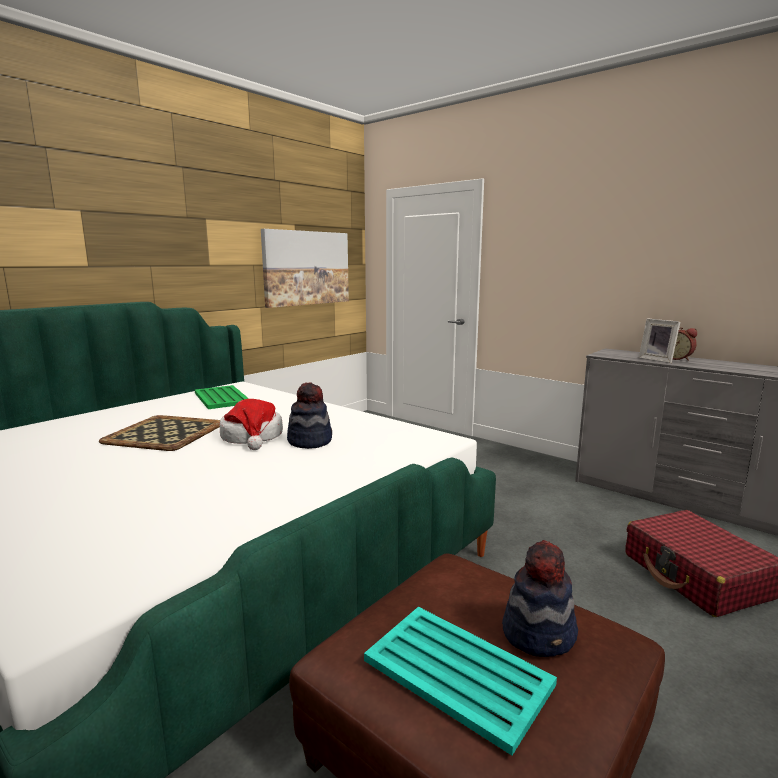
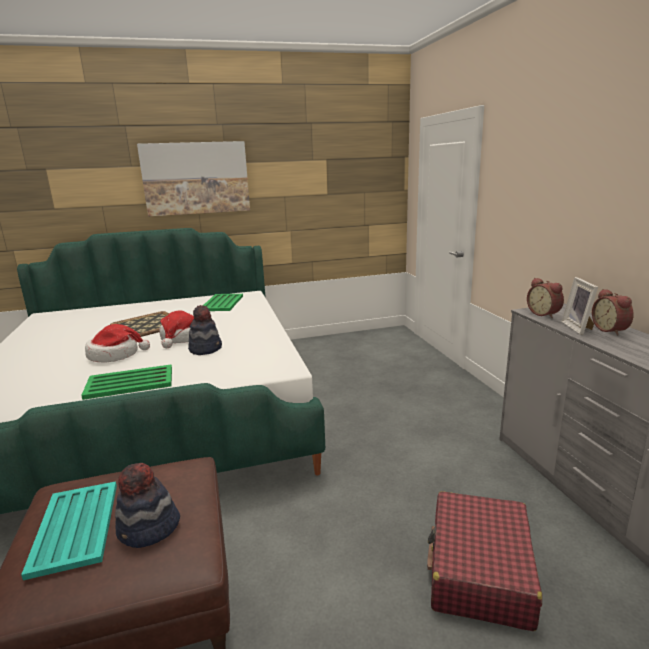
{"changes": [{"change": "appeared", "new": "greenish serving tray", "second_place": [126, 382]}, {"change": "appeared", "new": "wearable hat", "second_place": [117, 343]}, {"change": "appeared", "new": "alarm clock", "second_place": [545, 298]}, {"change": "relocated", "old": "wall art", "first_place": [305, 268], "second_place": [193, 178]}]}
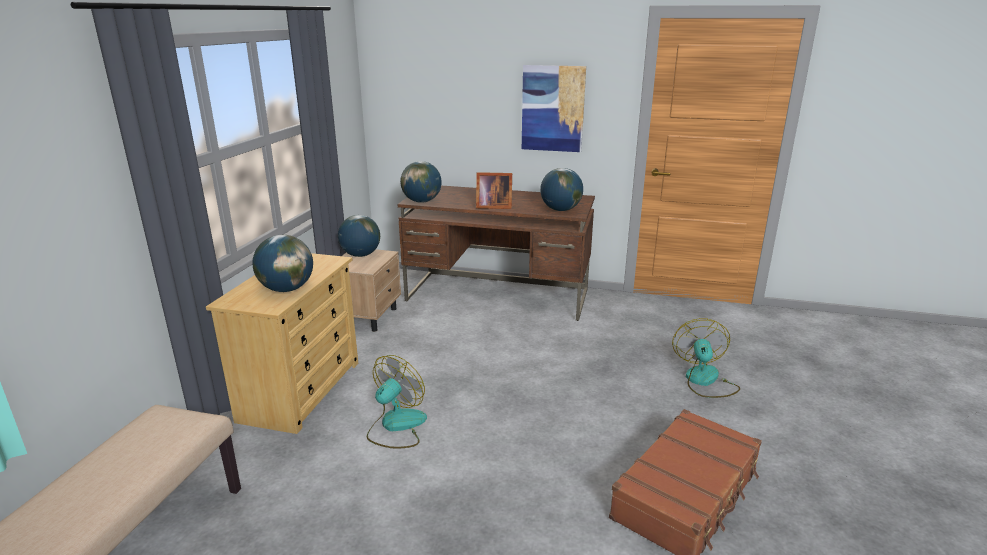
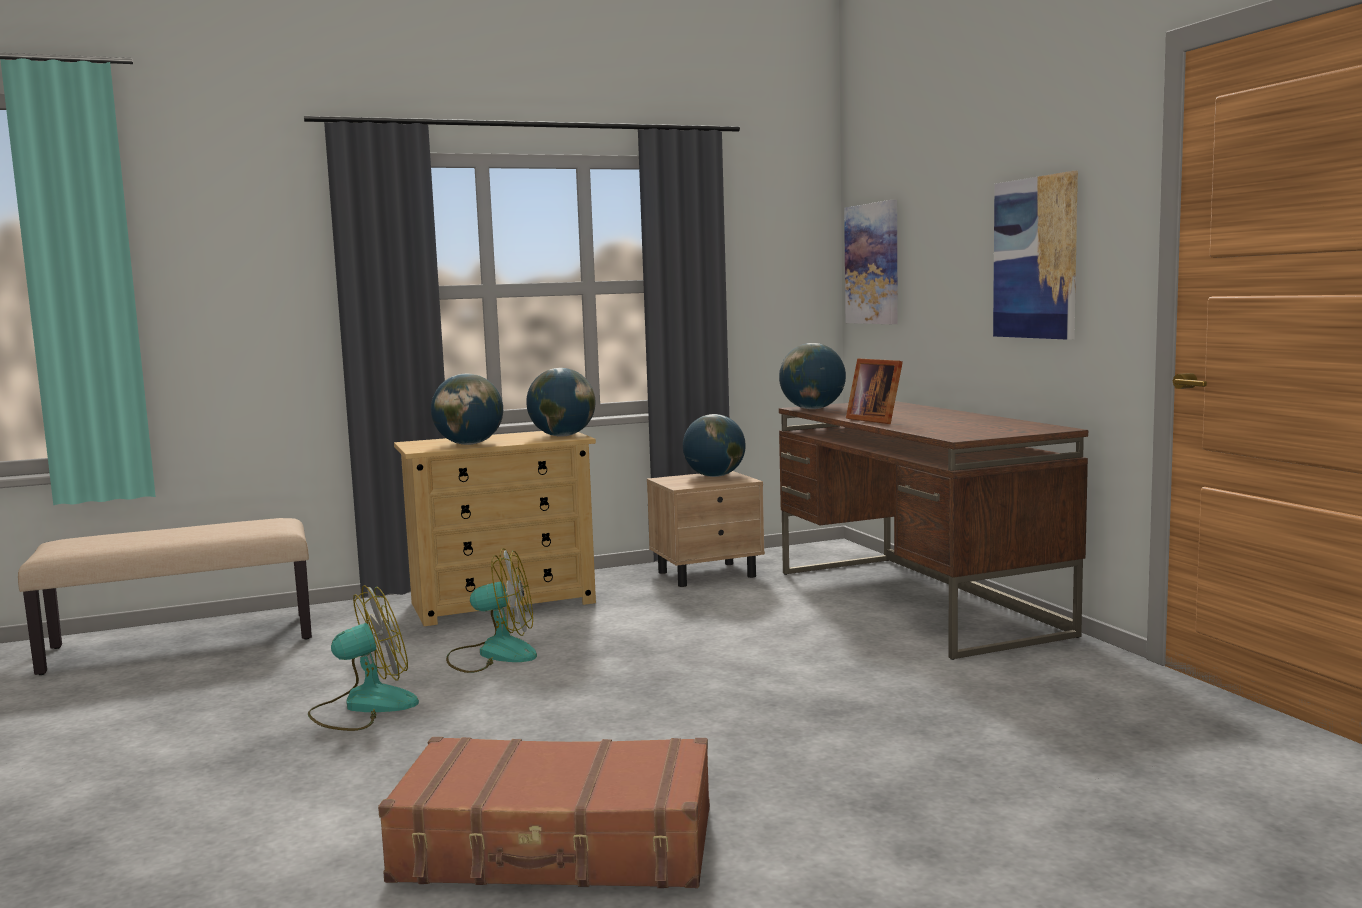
{"changes": [{"change": "appeared", "new": "wall art", "second_place": [871, 262]}, {"change": "relocated", "old": "globe", "first_place": [561, 189], "second_place": [560, 402]}, {"change": "relocated", "old": "fan", "first_place": [706, 358], "second_place": [363, 658]}]}
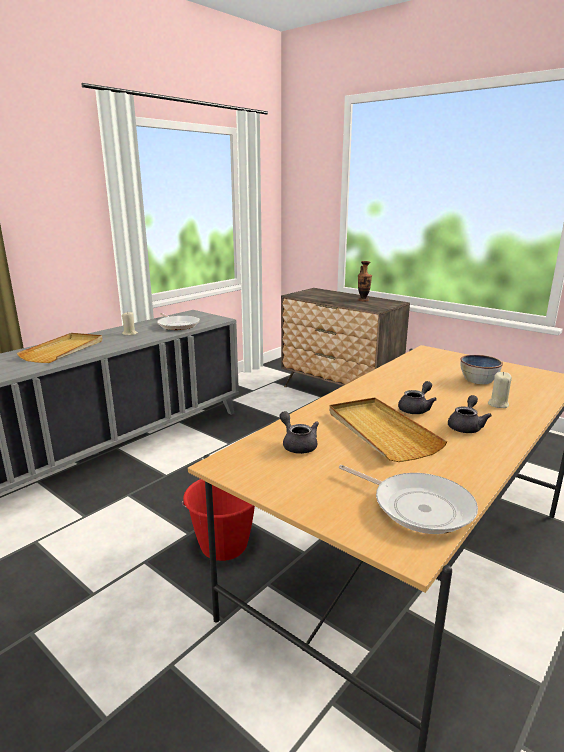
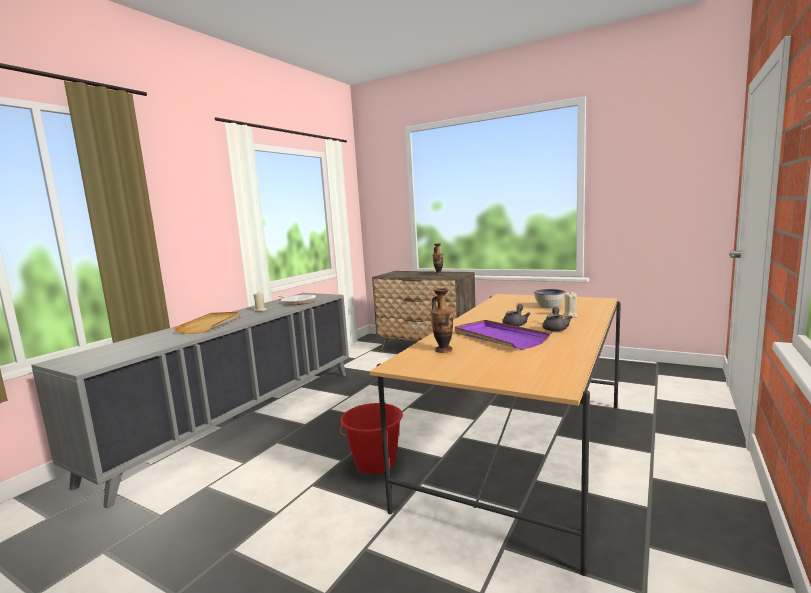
{"changes": [{"change": "missing", "old": "skillet", "first_place": [408, 499]}, {"change": "exchanged", "old": "grey teapot", "new": "decorative vase", "first_place": [299, 432], "second_place": [442, 320]}, {"change": "colour", "old": "beige serving tray", "new": "purplish serving tray", "first_place": [388, 429], "second_place": [502, 335]}]}
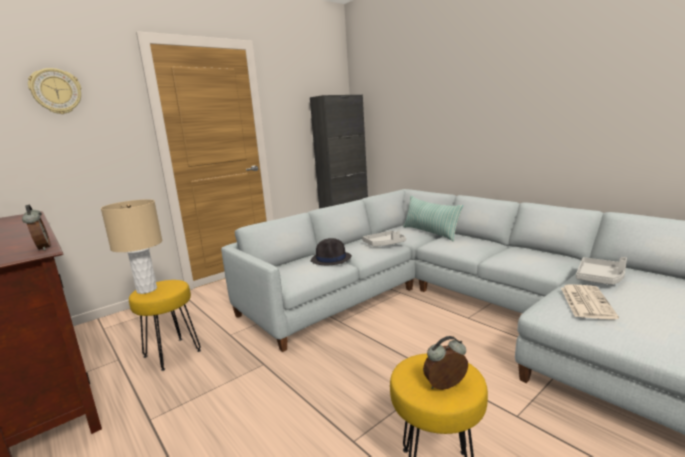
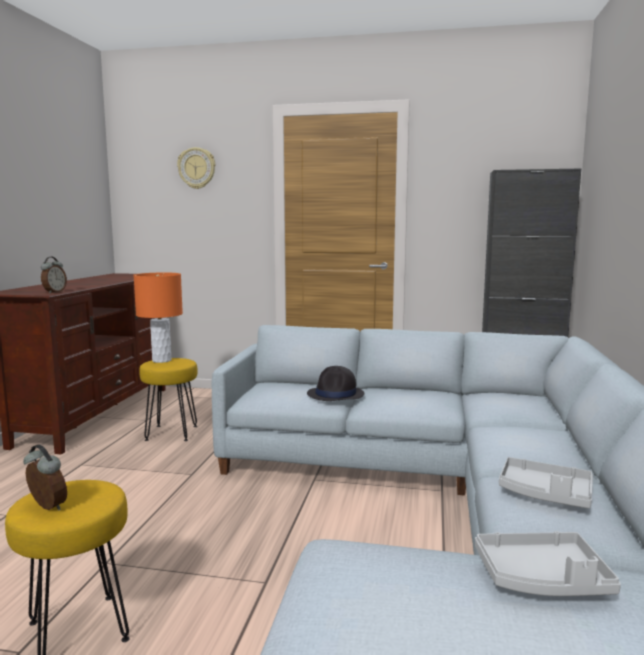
{"changes": [{"change": "missing", "old": "cushion", "first_place": [433, 218]}, {"change": "missing", "old": "newspaper", "first_place": [590, 302]}, {"change": "relocated", "old": "grey serving tray", "first_place": [384, 238], "second_place": [546, 483]}, {"change": "colour", "old": "beige tabletop lamp", "new": "orange-coloured tabletop lamp", "first_place": [132, 246], "second_place": [158, 318]}]}
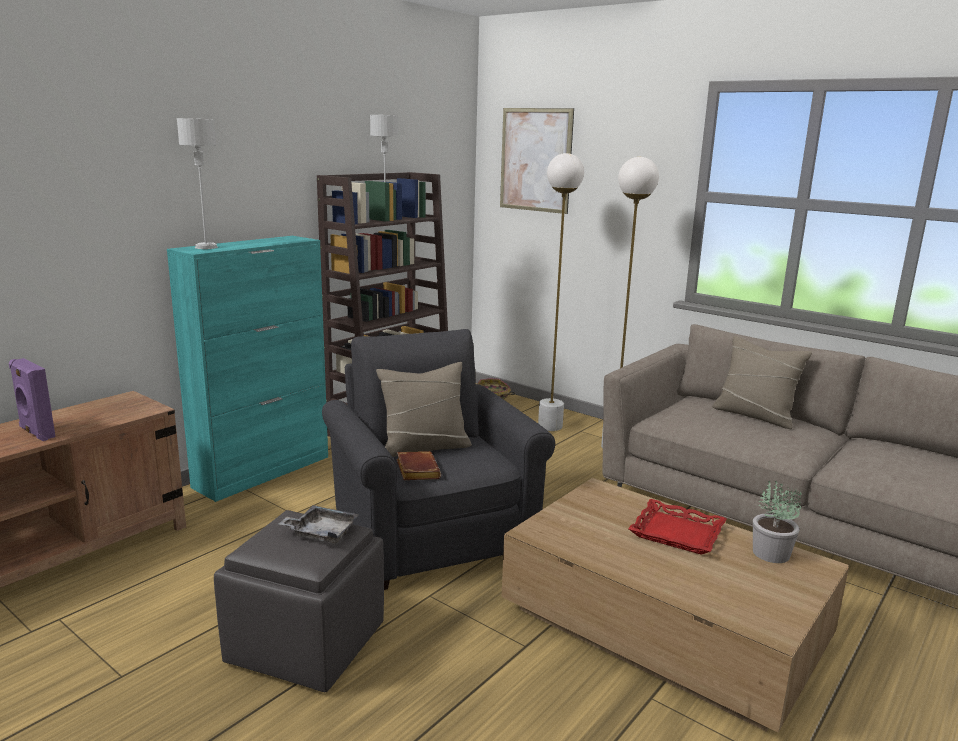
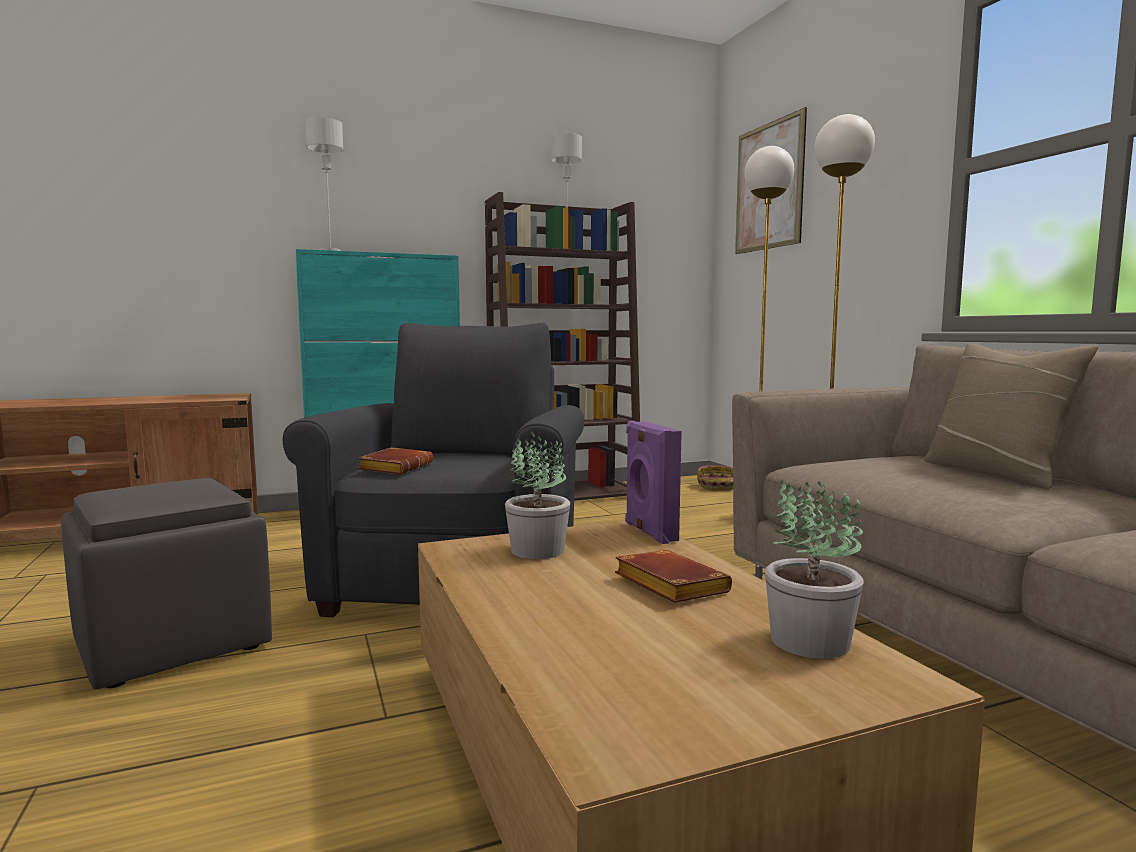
{"changes": [{"change": "missing", "old": "grey serving tray", "first_place": [318, 524]}, {"change": "missing", "old": "beige cushion", "first_place": [424, 409]}, {"change": "appeared", "new": "plant in a pot", "second_place": [537, 495]}, {"change": "relocated", "old": "purplish audio speaker", "first_place": [32, 399], "second_place": [653, 482]}, {"change": "exchanged", "old": "red-coloured serving tray", "new": "brown volume", "first_place": [677, 527], "second_place": [673, 576]}]}
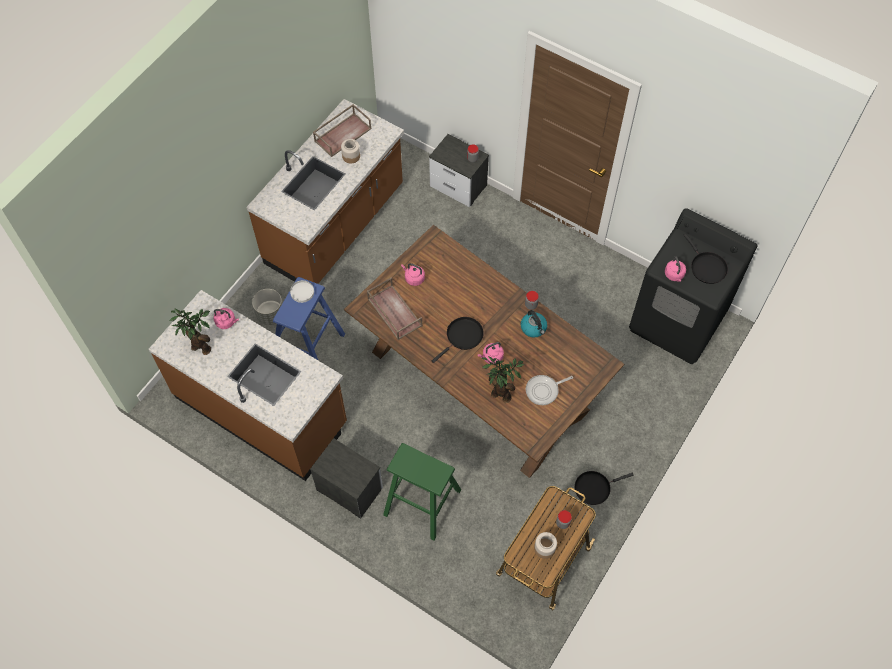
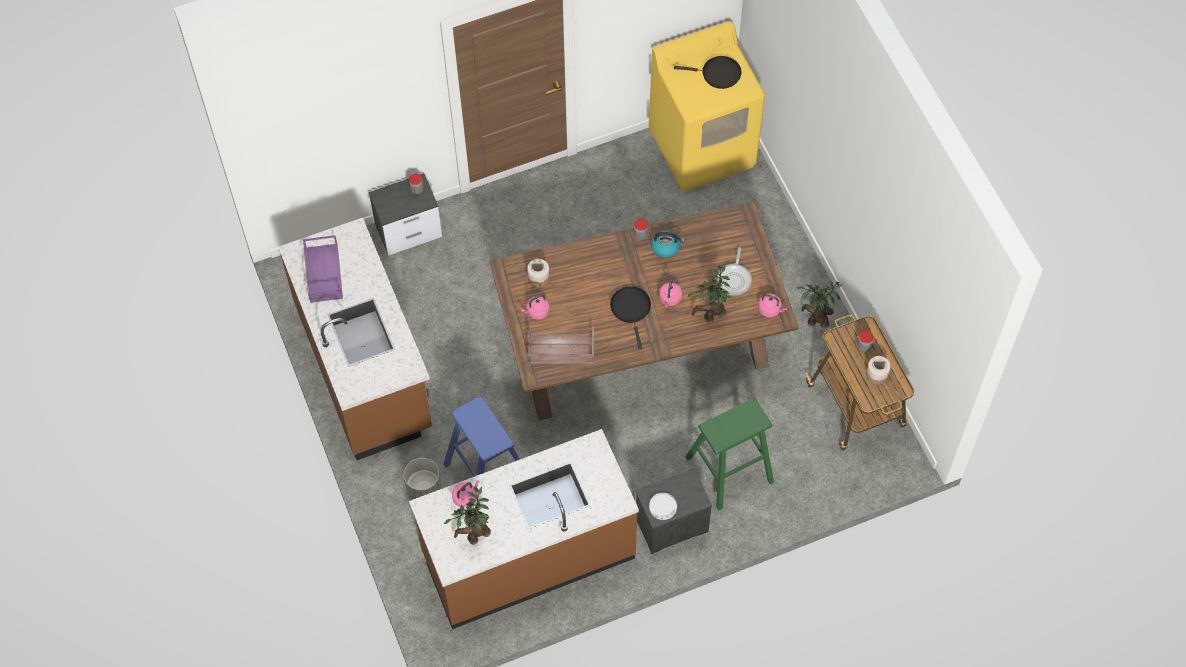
{"changes": [{"change": "relocated", "old": "white flat dish", "first_place": [302, 291], "second_place": [663, 506]}, {"change": "relocated", "old": "storage jar", "first_place": [350, 151], "second_place": [538, 273]}, {"change": "relocated", "old": "pinkish kettle", "first_place": [675, 269], "second_place": [772, 305]}, {"change": "exchanged", "old": "black-coloured skillet", "new": "plant in a pot", "first_place": [604, 488], "second_place": [819, 305]}, {"change": "colour", "old": "brown serving tray", "new": "purplish serving tray", "first_place": [342, 130], "second_place": [323, 269]}, {"change": "colour", "old": "black-coloured laundry machine", "new": "yellowish laundry machine", "first_place": [693, 286], "second_place": [707, 106]}]}
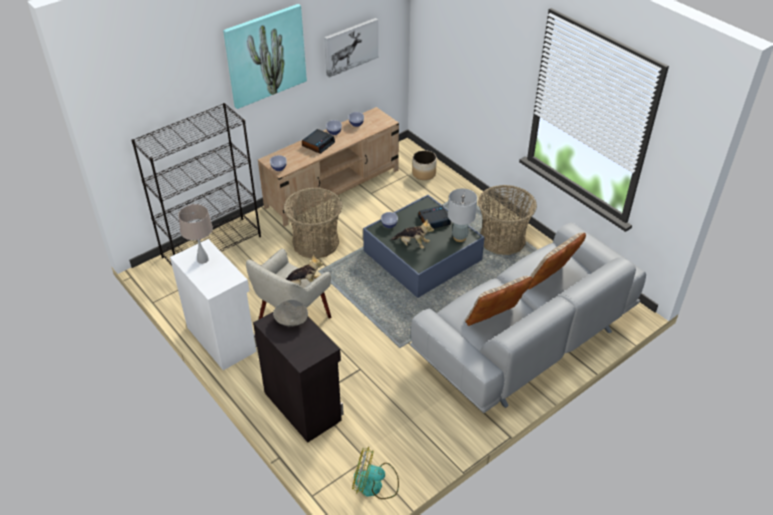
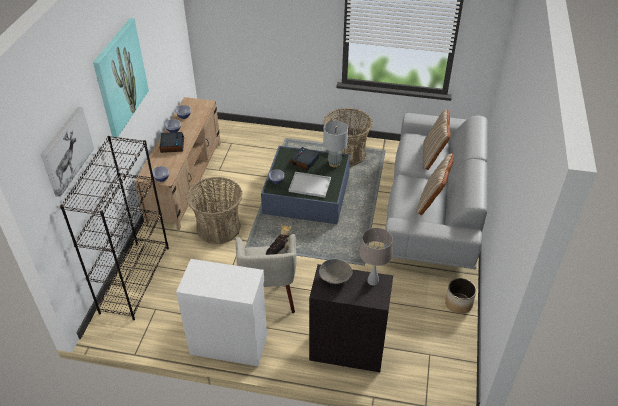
{"changes": [{"change": "missing", "old": "fan", "first_place": [375, 472]}, {"change": "relocated", "old": "beige tabletop lamp", "first_place": [195, 234], "second_place": [376, 257]}, {"change": "relocated", "old": "wall art", "first_place": [351, 48], "second_place": [67, 152]}, {"change": "relocated", "old": "plant pot", "first_place": [424, 165], "second_place": [460, 296]}, {"change": "exchanged", "old": "plush toy", "new": "white serving tray", "first_place": [412, 234], "second_place": [310, 185]}]}
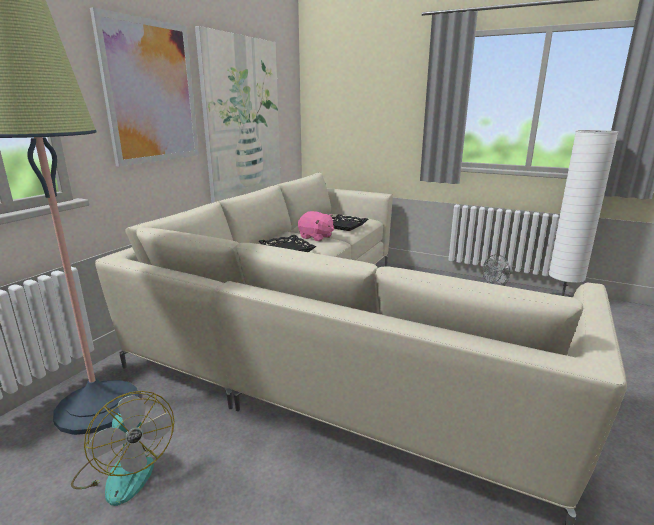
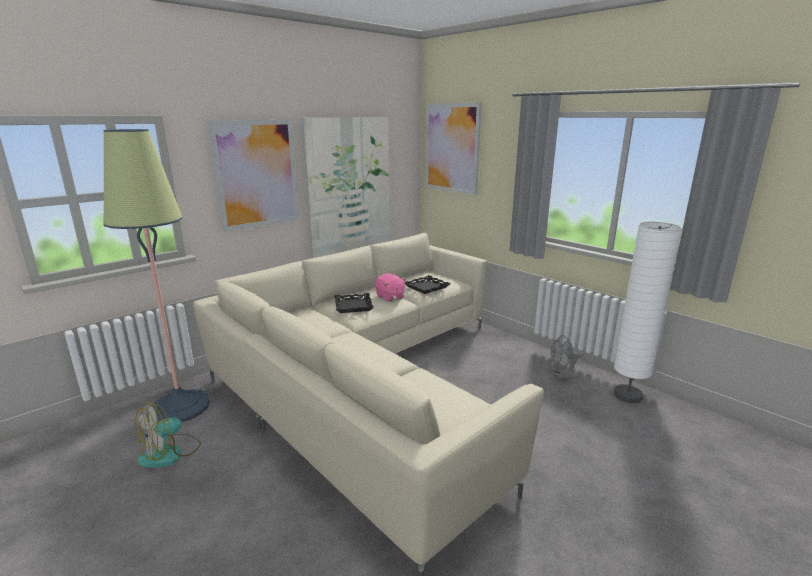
{"changes": [{"change": "appeared", "new": "wall art", "second_place": [454, 149]}, {"change": "spun", "old": "fan", "first_place": [122, 448], "second_place": [168, 435], "degrees": 60}]}
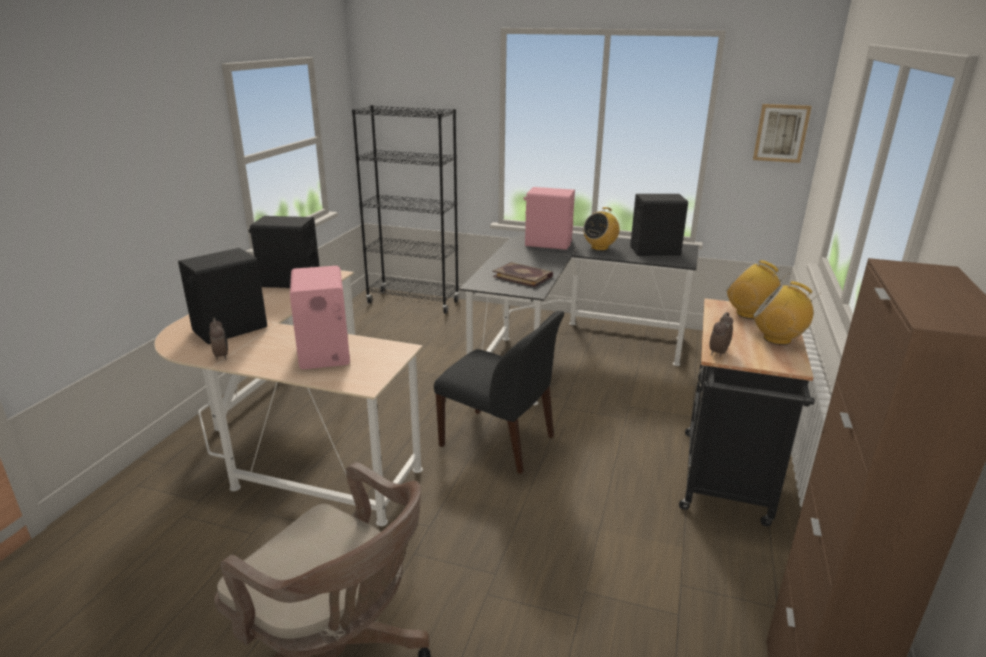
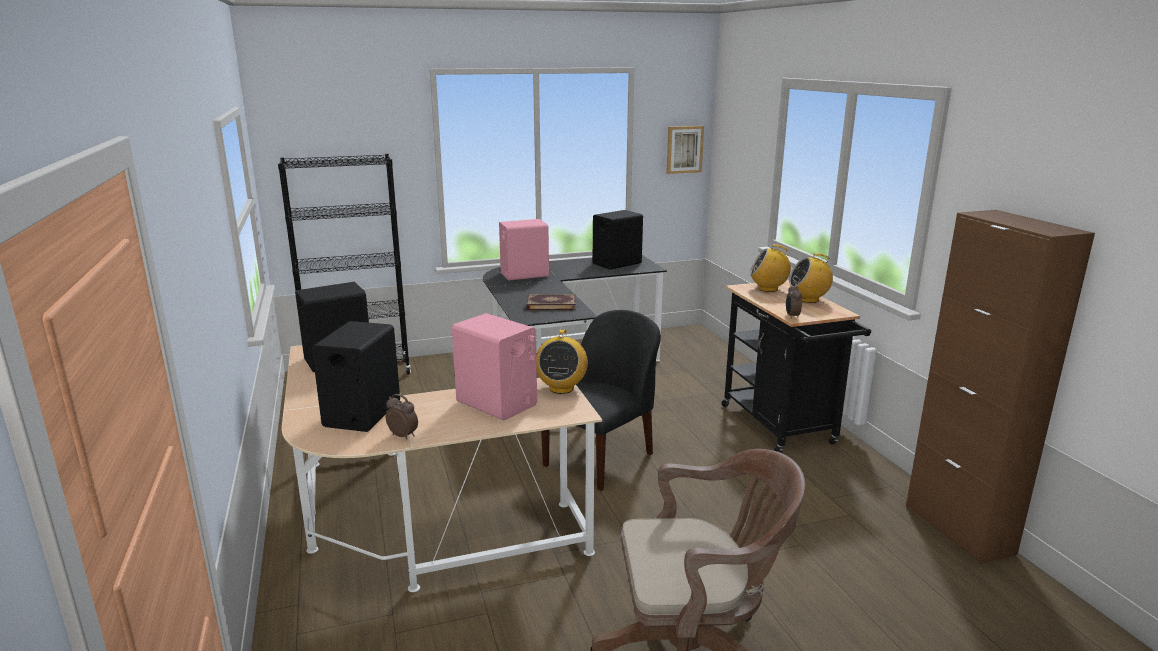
{"changes": [{"change": "relocated", "old": "radio receiver", "first_place": [601, 229], "second_place": [562, 361]}, {"change": "spun", "old": "black-coloured chair", "first_place": [499, 392], "second_place": [601, 400], "degrees": -45}]}
